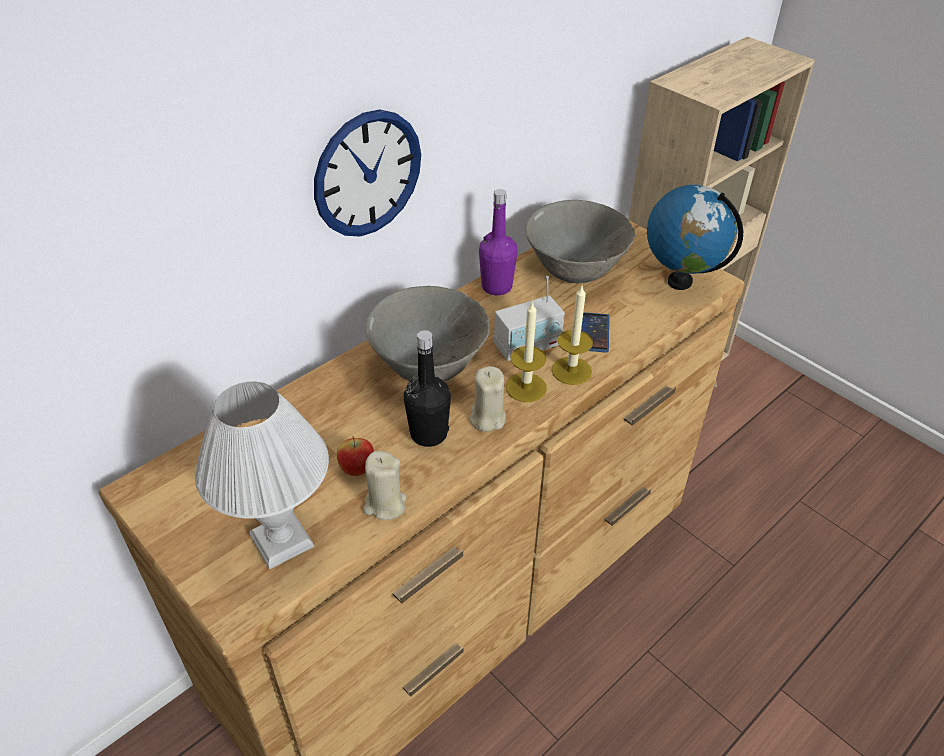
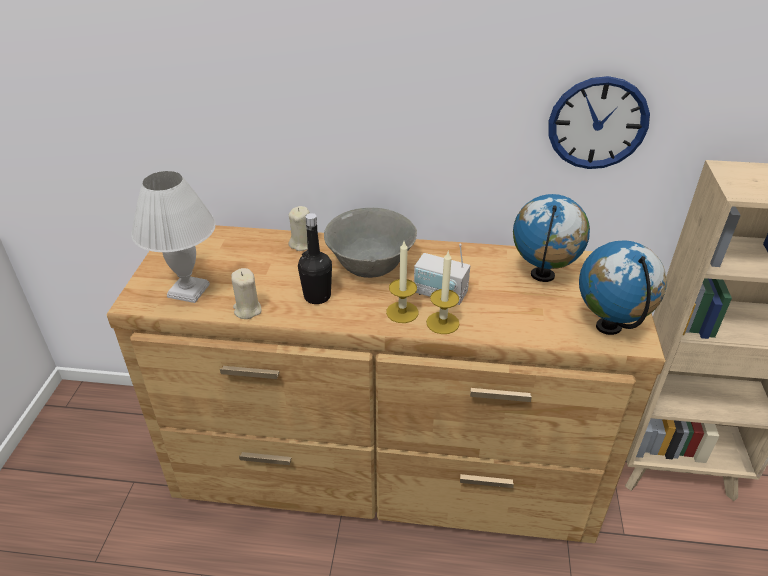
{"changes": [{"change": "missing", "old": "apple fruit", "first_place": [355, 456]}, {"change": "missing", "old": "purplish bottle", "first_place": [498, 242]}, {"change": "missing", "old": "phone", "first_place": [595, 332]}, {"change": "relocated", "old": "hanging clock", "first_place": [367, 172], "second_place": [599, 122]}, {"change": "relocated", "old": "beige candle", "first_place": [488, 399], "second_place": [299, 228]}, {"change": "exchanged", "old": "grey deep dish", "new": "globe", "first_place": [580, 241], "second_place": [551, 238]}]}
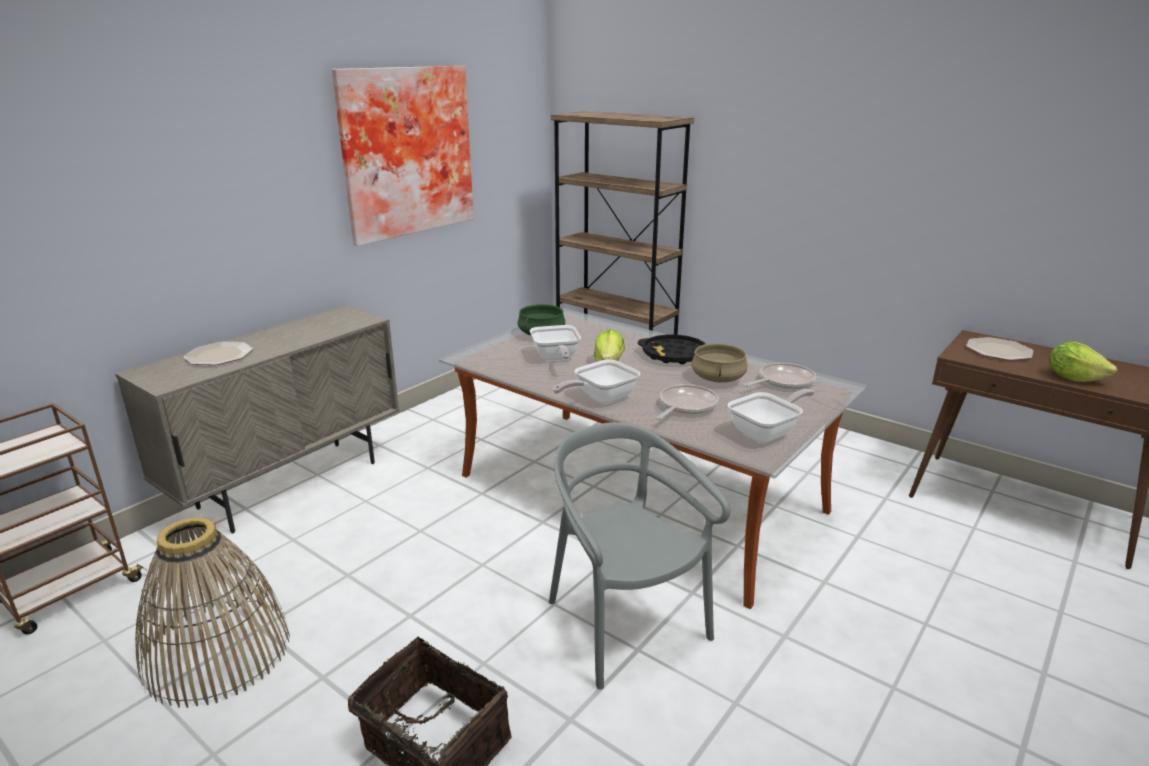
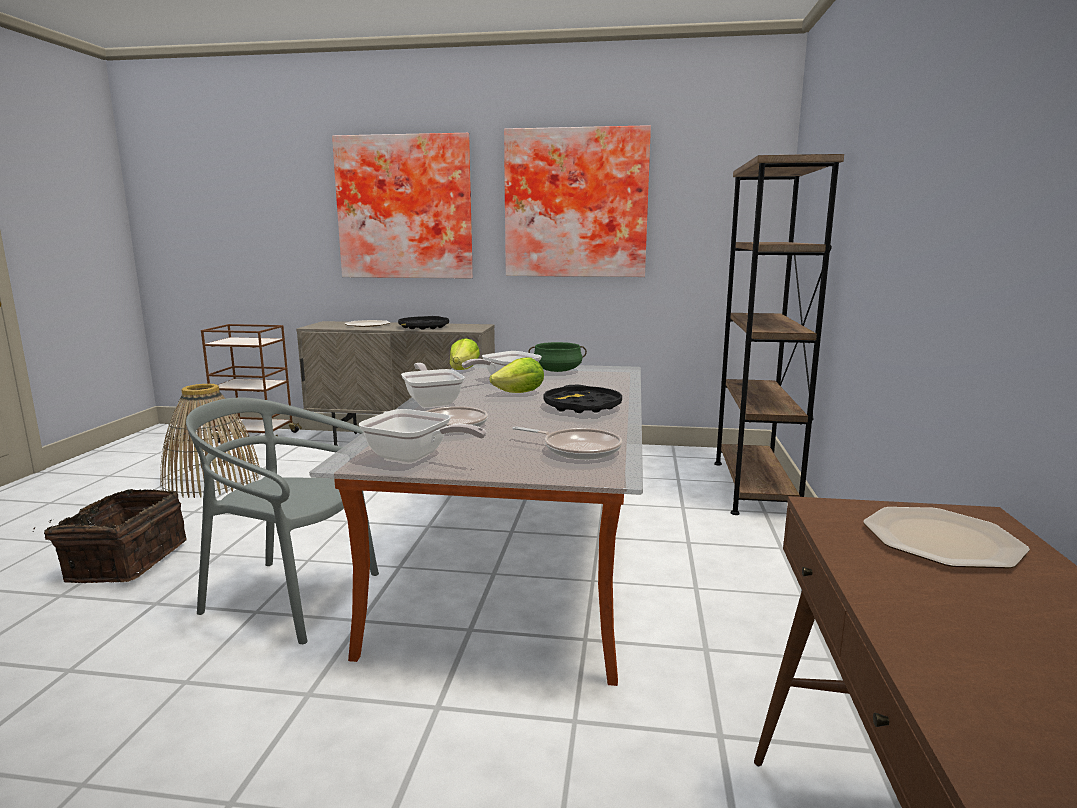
{"changes": [{"change": "missing", "old": "beige stockpot", "first_place": [719, 363]}, {"change": "appeared", "new": "wall art", "second_place": [402, 206]}, {"change": "appeared", "new": "black-coloured serving tray", "second_place": [423, 323]}, {"change": "relocated", "old": "lettuce head", "first_place": [1083, 362], "second_place": [465, 354]}, {"change": "spun", "old": "grey chair", "first_place": [640, 556], "second_place": [282, 521], "degrees": -105}, {"change": "spun", "old": "skillet", "first_place": [596, 381], "second_place": [433, 385], "degrees": 45}]}
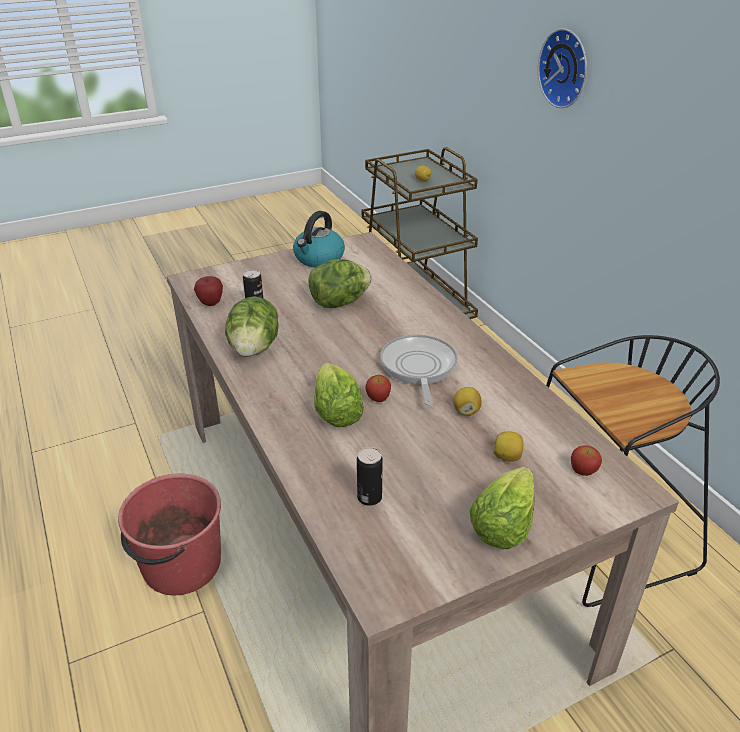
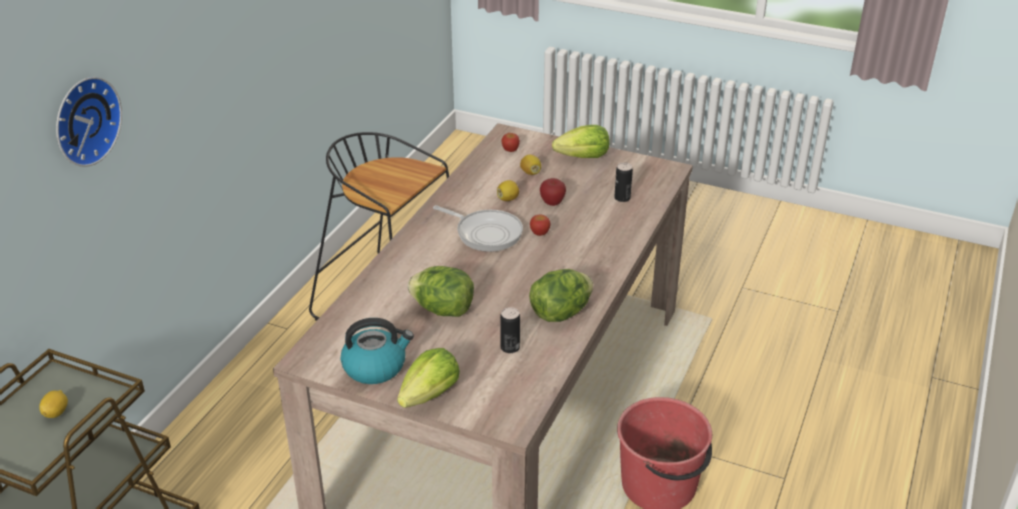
{"changes": [{"change": "relocated", "old": "apple fruit", "first_place": [208, 291], "second_place": [553, 192]}, {"change": "relocated", "old": "lettuce head", "first_place": [339, 395], "second_place": [428, 378]}, {"change": "spun", "old": "skillet", "first_place": [419, 369], "second_place": [478, 228], "degrees": -105}]}
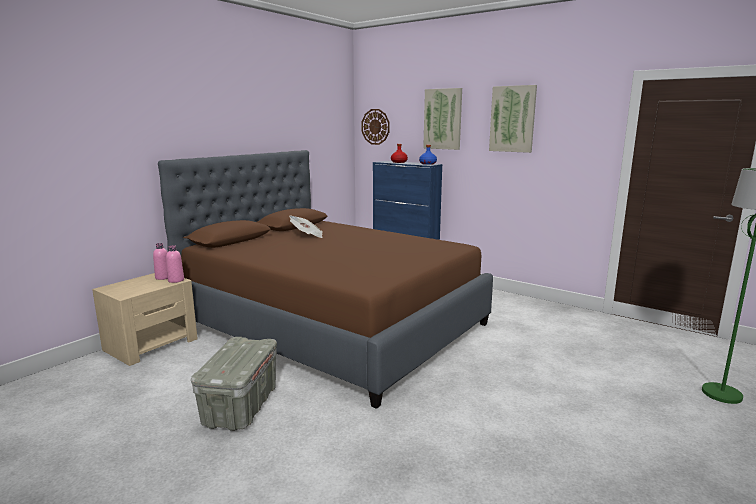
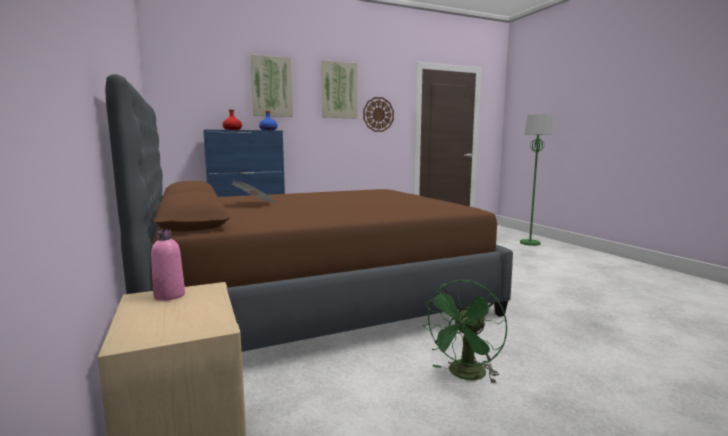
{"changes": [{"change": "missing", "old": "pinkish bottle", "first_place": [175, 264]}, {"change": "relocated", "old": "hanging clock", "first_place": [375, 127], "second_place": [378, 114]}, {"change": "exchanged", "old": "grey storage bin", "new": "greenish fan", "first_place": [234, 384], "second_place": [464, 332]}]}
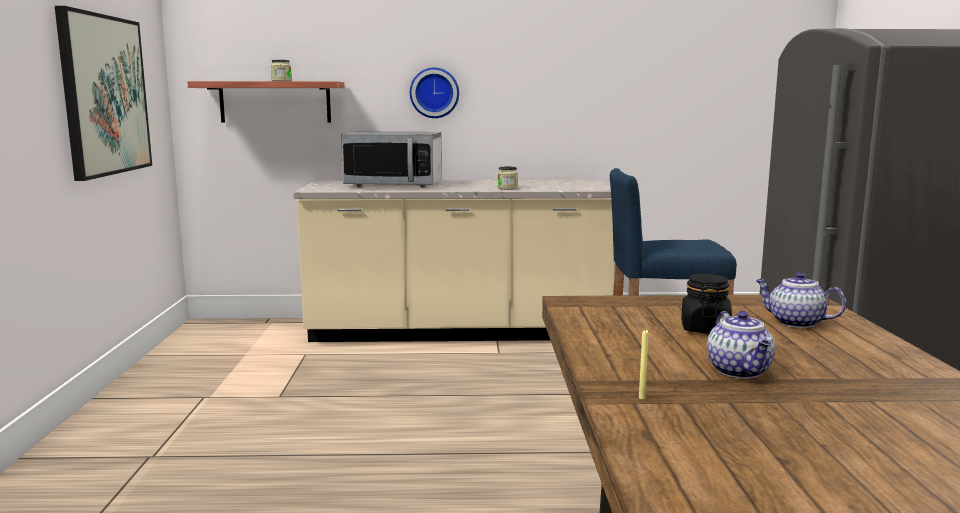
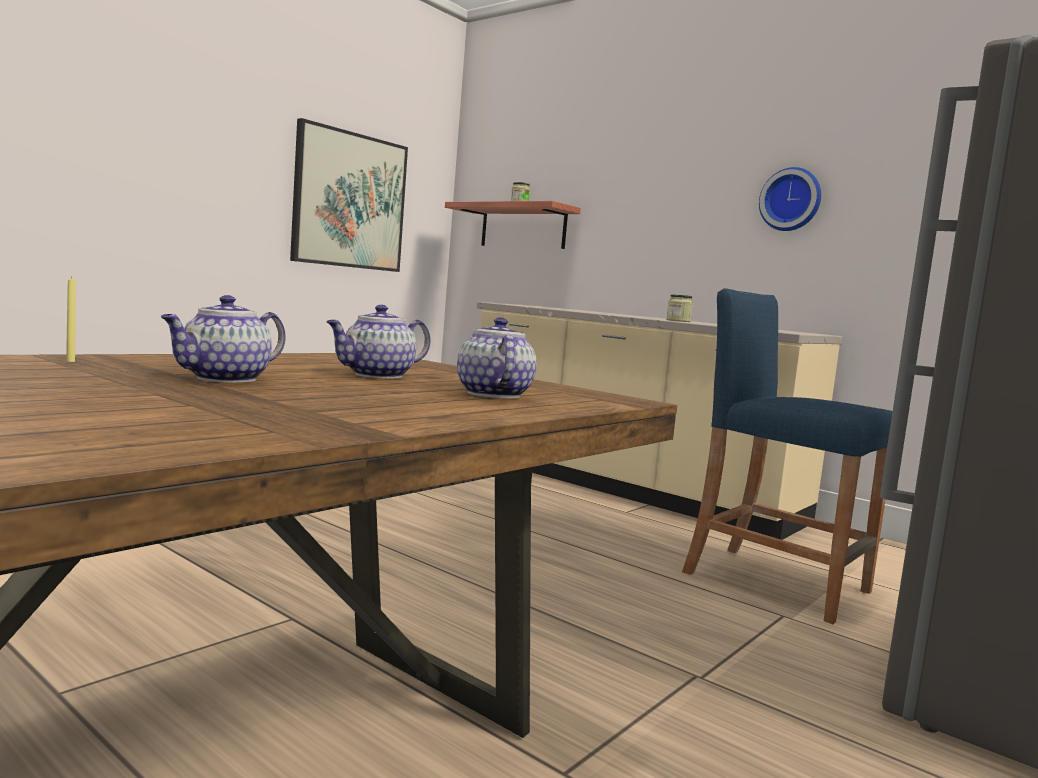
{"changes": [{"change": "missing", "old": "microwave oven", "first_place": [391, 159]}, {"change": "relocated", "old": "hanging clock", "first_place": [434, 92], "second_place": [790, 199]}, {"change": "exchanged", "old": "black-coloured storage jar", "new": "teapot", "first_place": [706, 304], "second_place": [378, 341]}]}
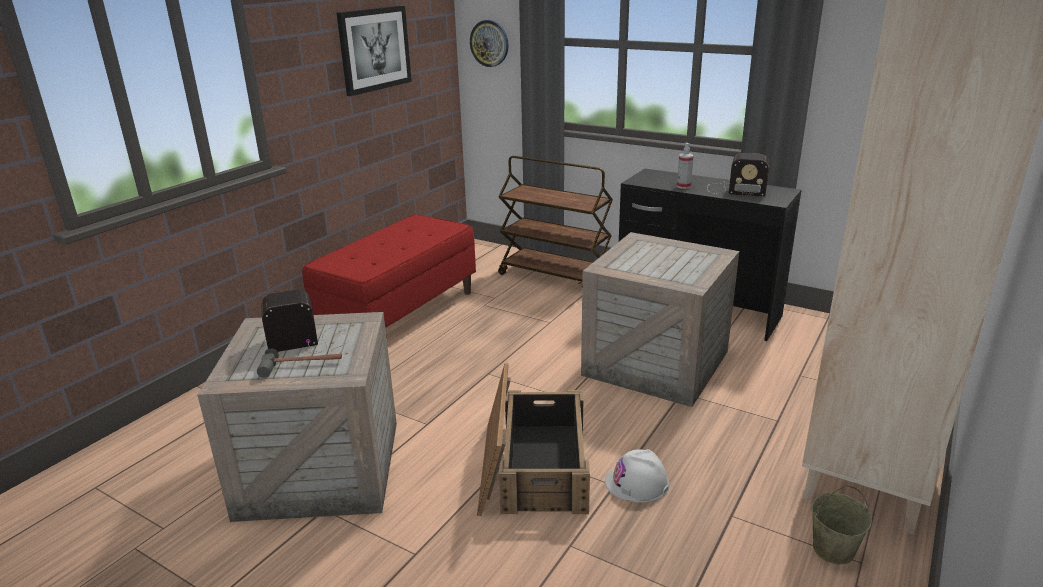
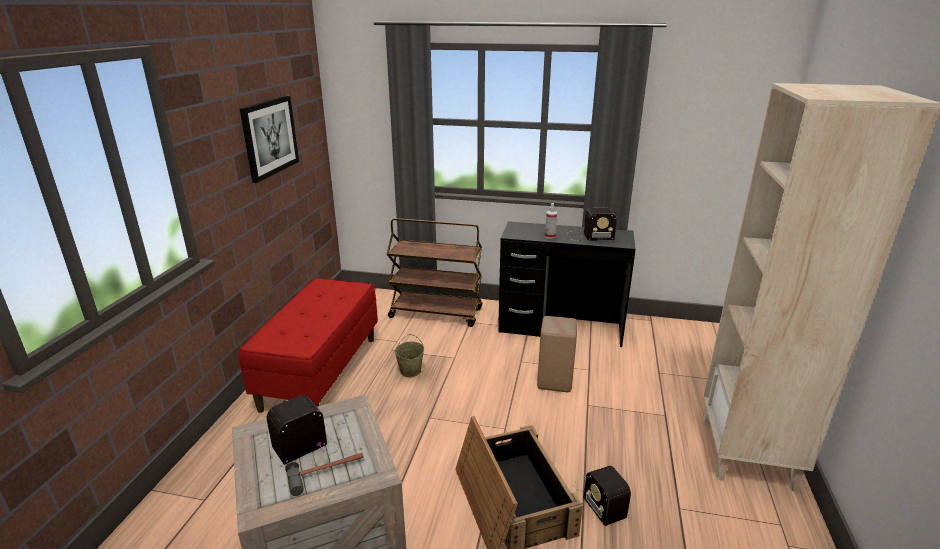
{"changes": [{"change": "missing", "old": "hanging clock", "first_place": [489, 43]}, {"change": "relocated", "old": "beige water bucket", "first_place": [842, 524], "second_place": [409, 355]}, {"change": "exchanged", "old": "packing crate", "new": "beige stool", "first_place": [660, 319], "second_place": [557, 354]}, {"change": "exchanged", "old": "white work helmet", "new": "radio receiver", "first_place": [637, 476], "second_place": [602, 496]}]}
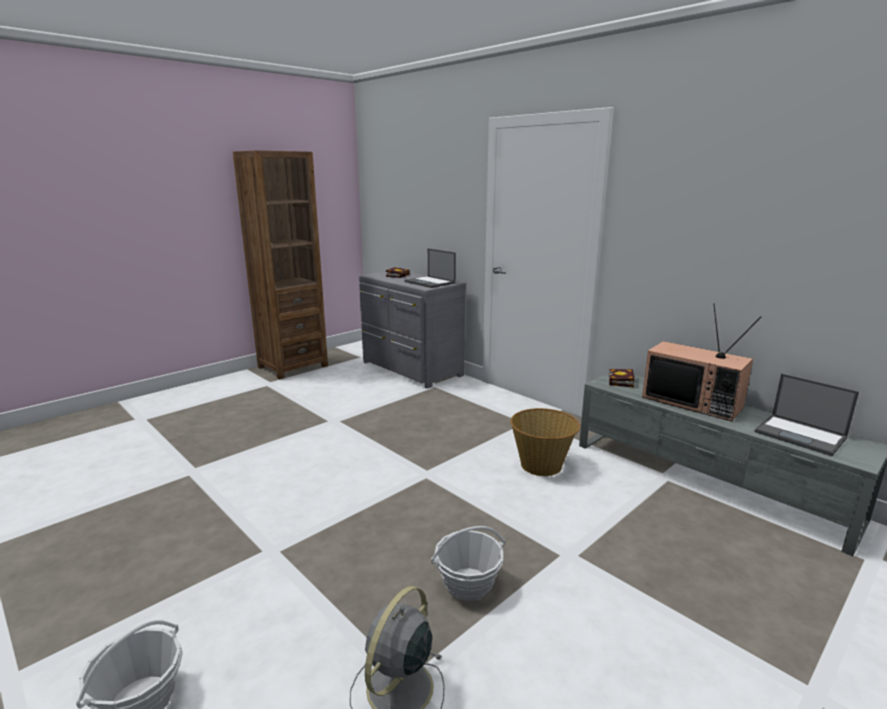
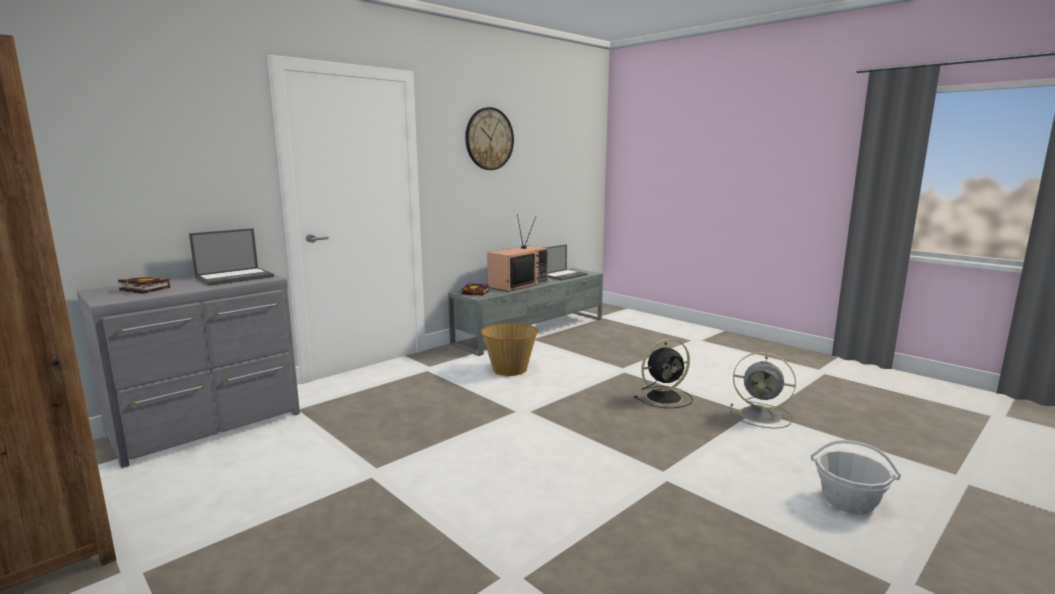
{"changes": [{"change": "appeared", "new": "hanging clock", "second_place": [489, 138]}, {"change": "exchanged", "old": "basket", "new": "black-coloured fan", "first_place": [468, 563], "second_place": [663, 373]}]}
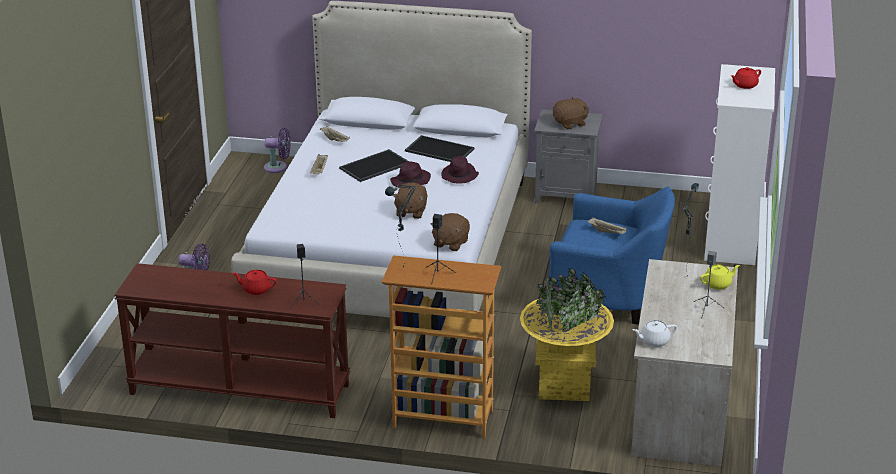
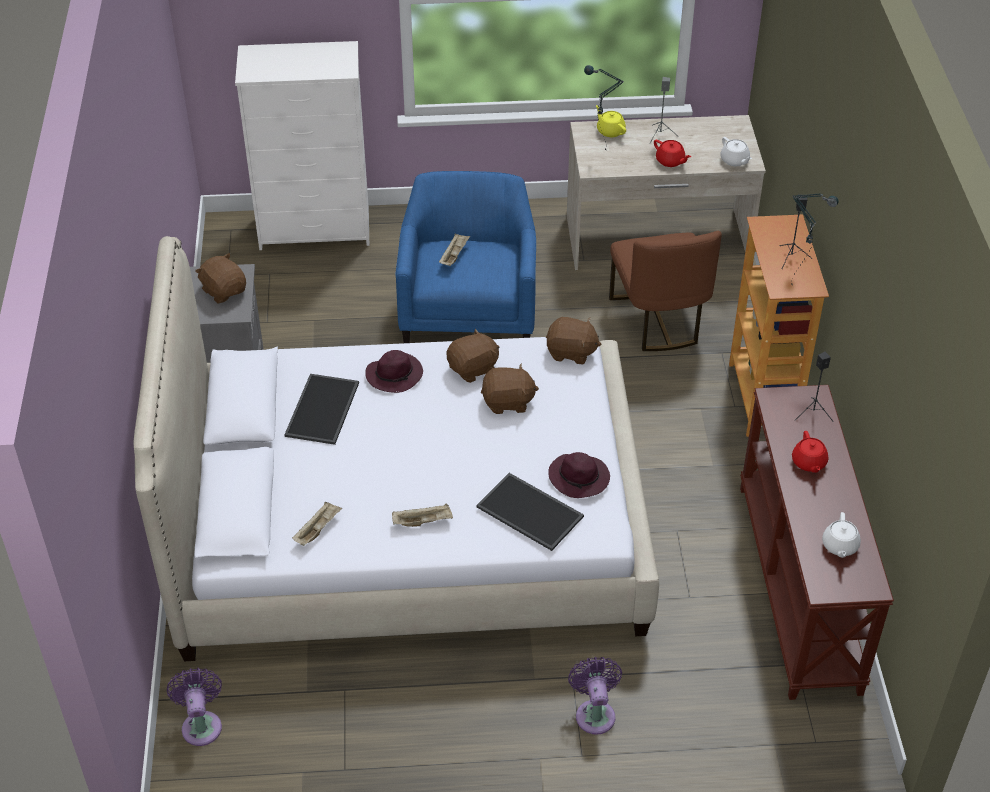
{"changes": [{"change": "appeared", "new": "brown plush toy", "second_place": [473, 355]}, {"change": "appeared", "new": "white teapot", "second_place": [841, 535]}, {"change": "relocated", "old": "serving tray", "first_place": [373, 165], "second_place": [530, 512]}, {"change": "relocated", "old": "purplish wearable hat", "first_place": [410, 174], "second_place": [579, 475]}, {"change": "relocated", "old": "red-coloured teapot", "first_place": [746, 78], "second_place": [672, 153]}, {"change": "exchanged", "old": "yellowish plant pot", "new": "brown chair", "first_place": [567, 334], "second_place": [665, 291]}]}
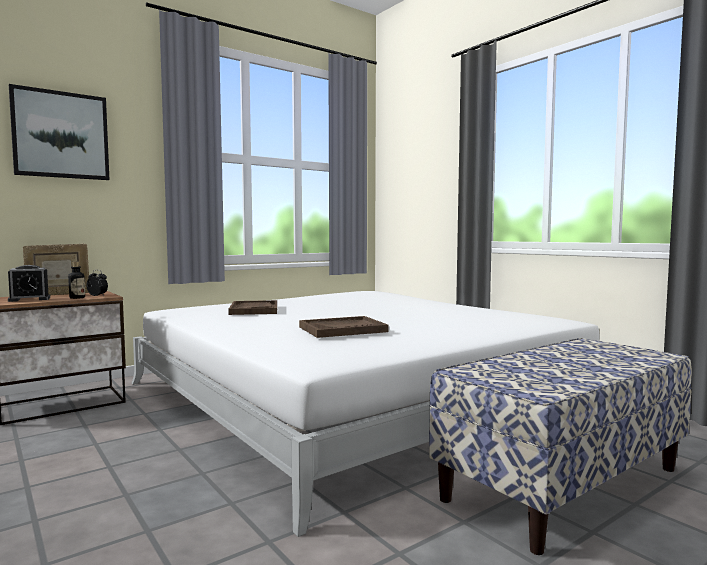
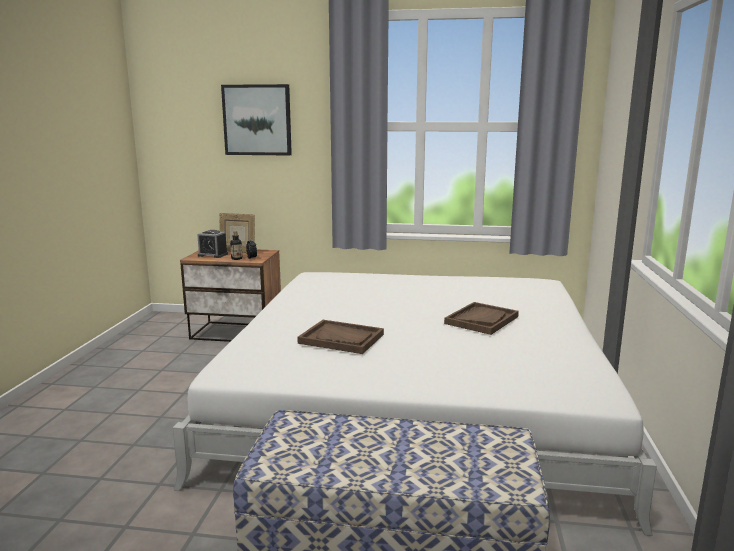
{"changes": [{"change": "relocated", "old": "brown serving tray", "first_place": [252, 307], "second_place": [481, 318]}]}
